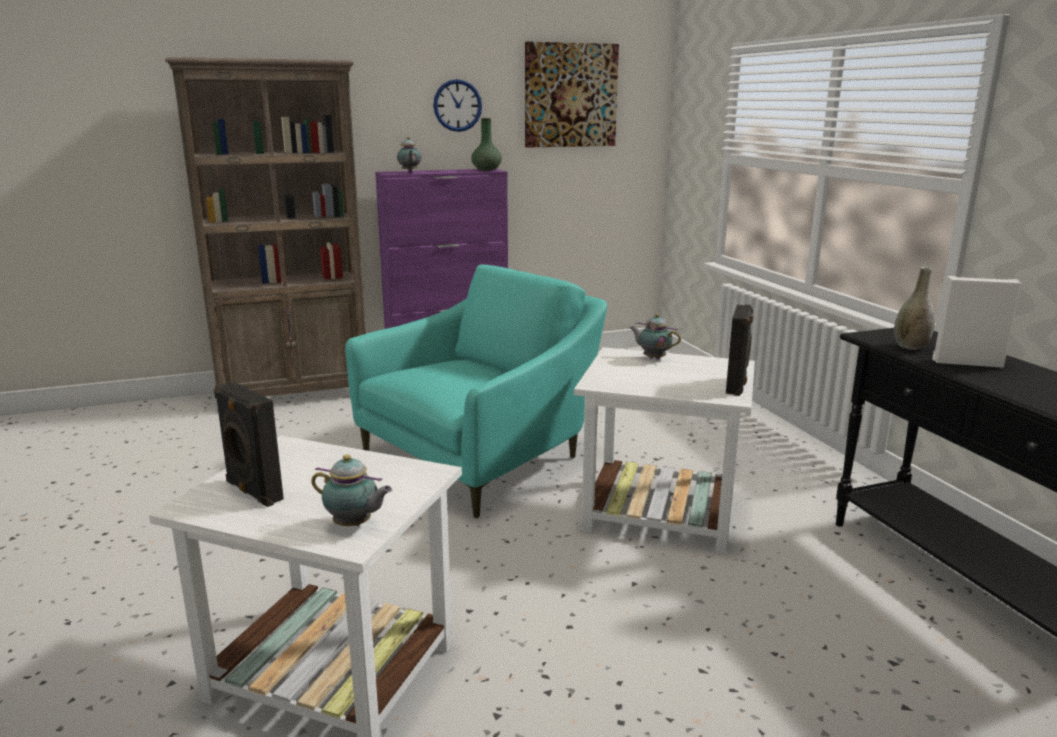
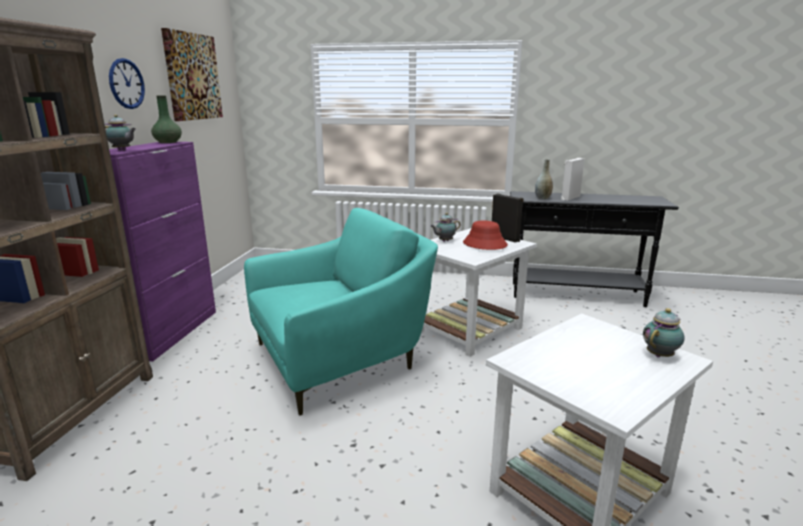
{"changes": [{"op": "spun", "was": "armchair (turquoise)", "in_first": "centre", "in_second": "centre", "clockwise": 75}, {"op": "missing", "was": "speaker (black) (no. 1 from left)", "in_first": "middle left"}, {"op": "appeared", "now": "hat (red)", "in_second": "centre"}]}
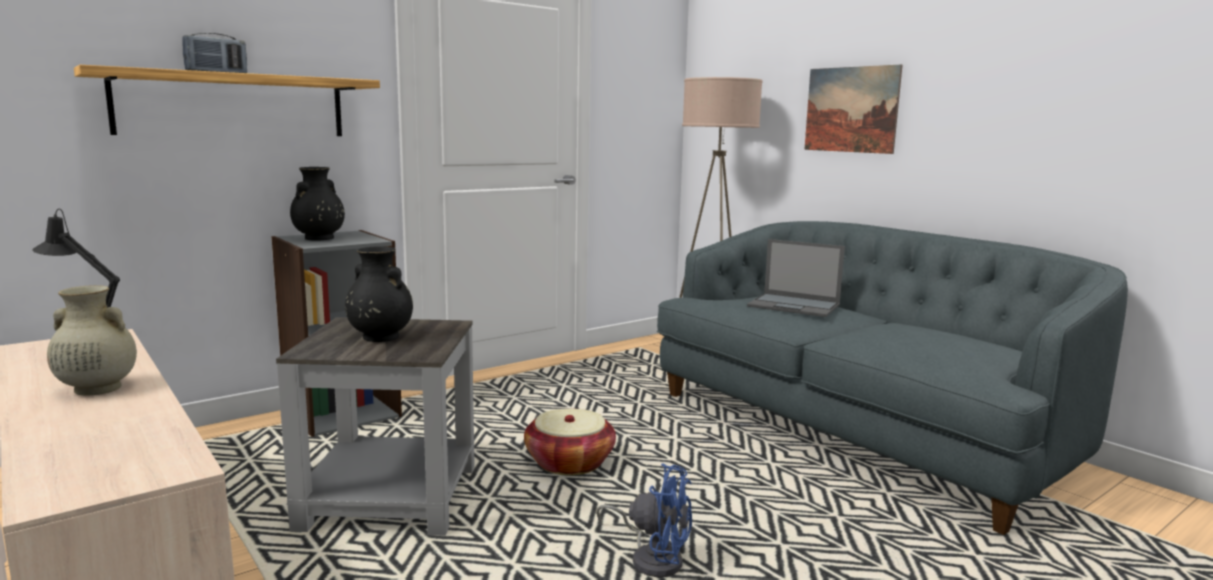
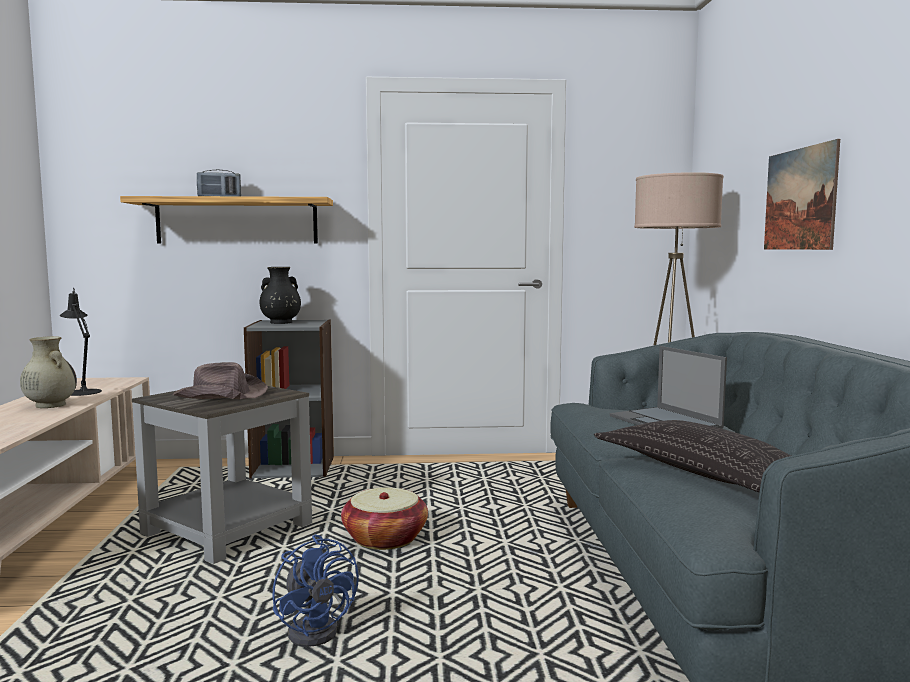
{"changes": [{"op": "exchanged", "was": "vase (black) (no. 2 from left)", "now": "hat (brown)", "in_first": "middle left", "in_second": "middle left"}, {"op": "appeared", "now": "pillow", "in_second": "bottom right"}]}
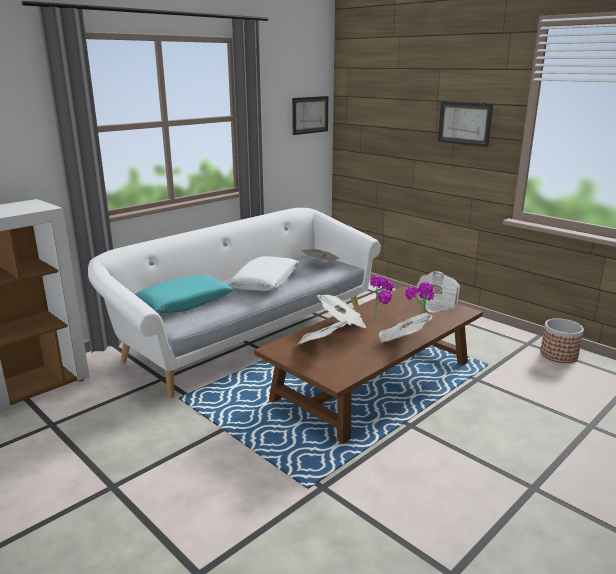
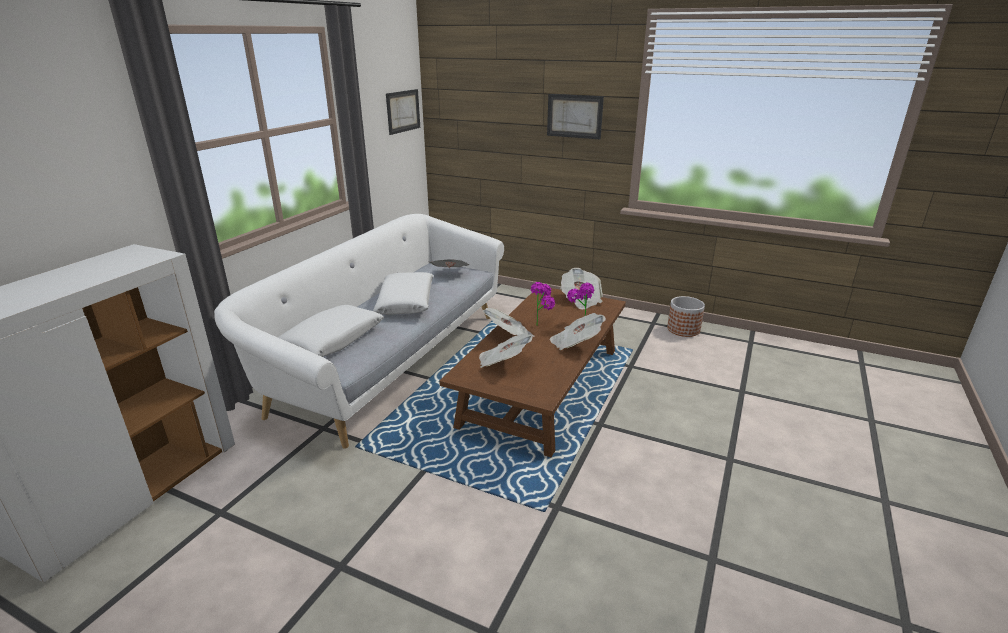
{"changes": [{"op": "colour", "was": "pillow (turquoise)", "now": "pillow (white) (no. 1 from left)", "in_first": "middle left", "in_second": "middle left"}]}
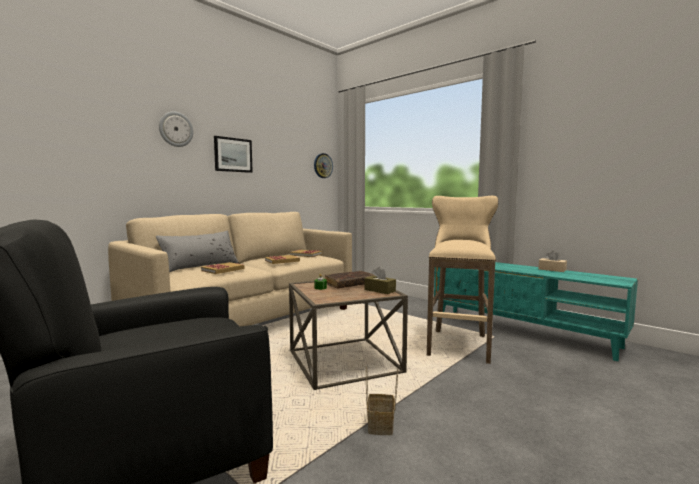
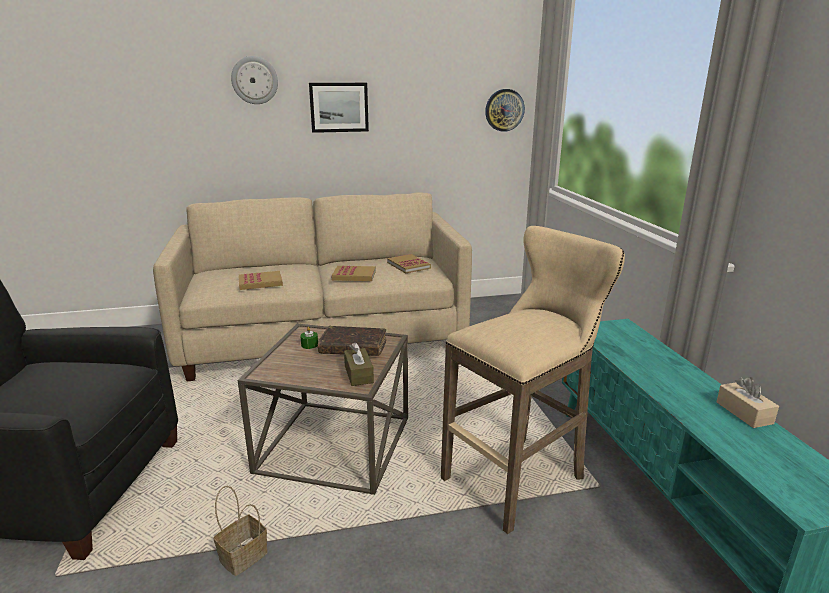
{"changes": [{"op": "missing", "was": "pillow (grey)", "in_first": "middle left"}]}
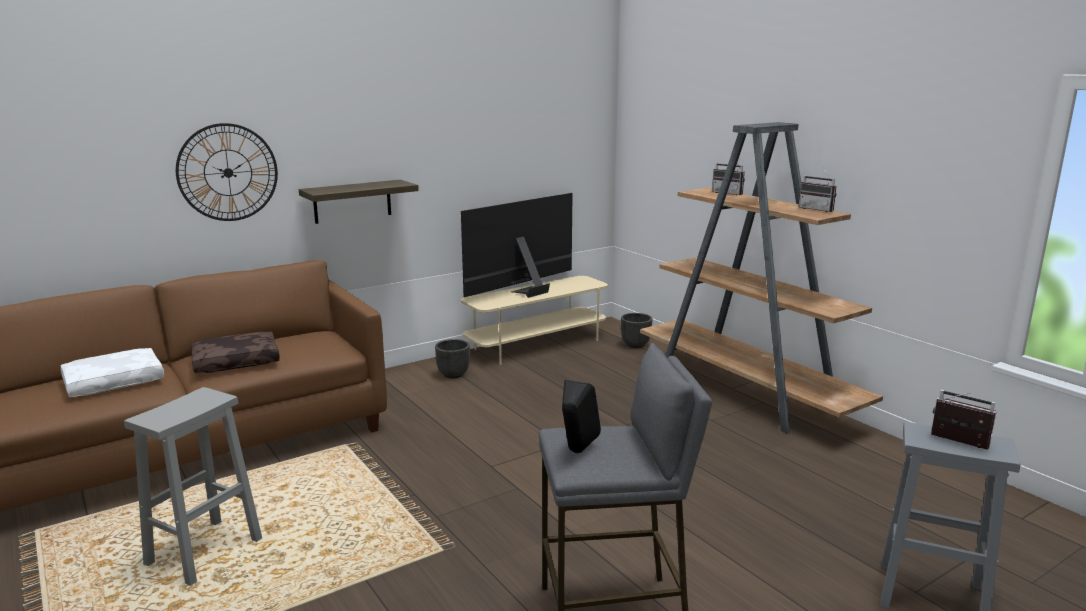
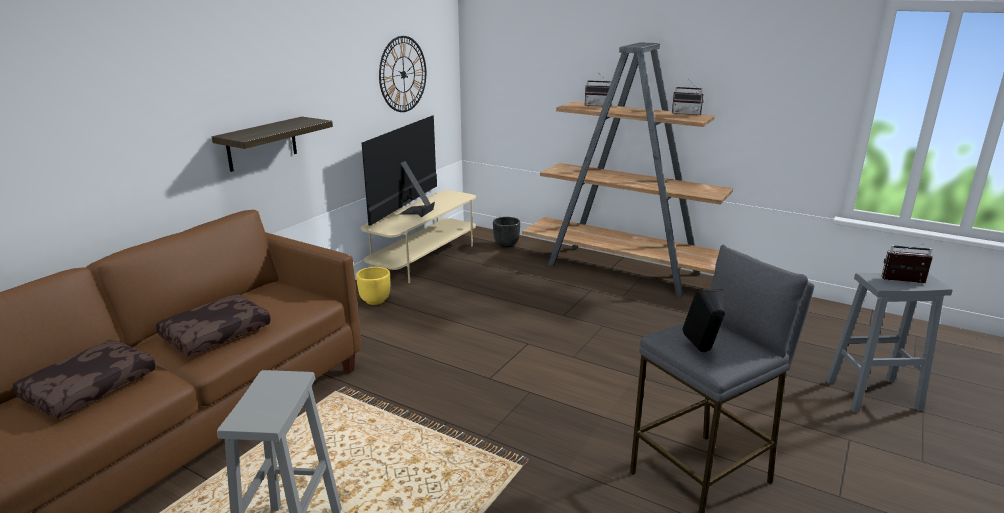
{"changes": [{"op": "relocated", "was": "wall clock", "in_first": "top left", "in_second": "top centre"}, {"op": "colour", "was": "planter (black) (no. 1 from left)", "now": "planter (yellow)", "in_first": "centre", "in_second": "centre"}, {"op": "colour", "was": "pillow (white)", "now": "pillow (brown) (no. 1 from left)", "in_first": "middle left", "in_second": "bottom left"}]}
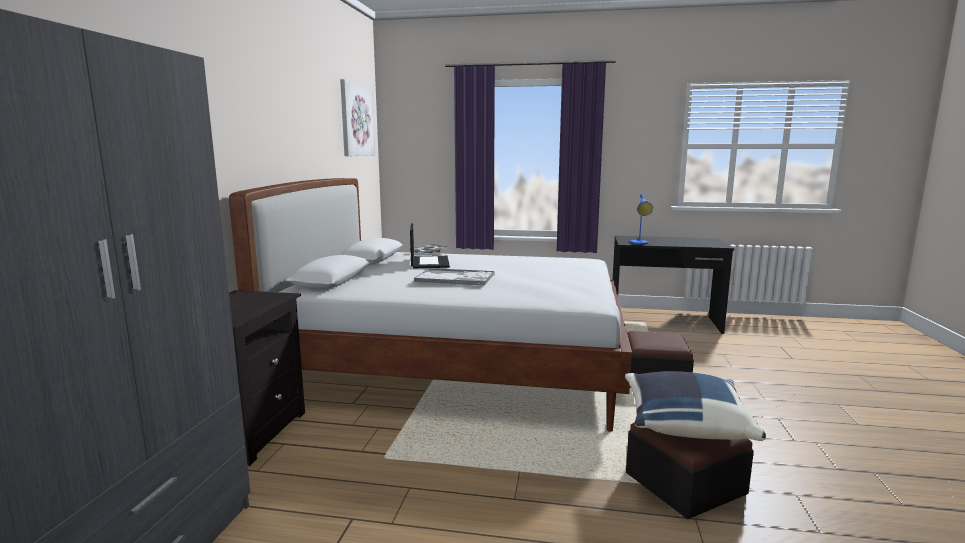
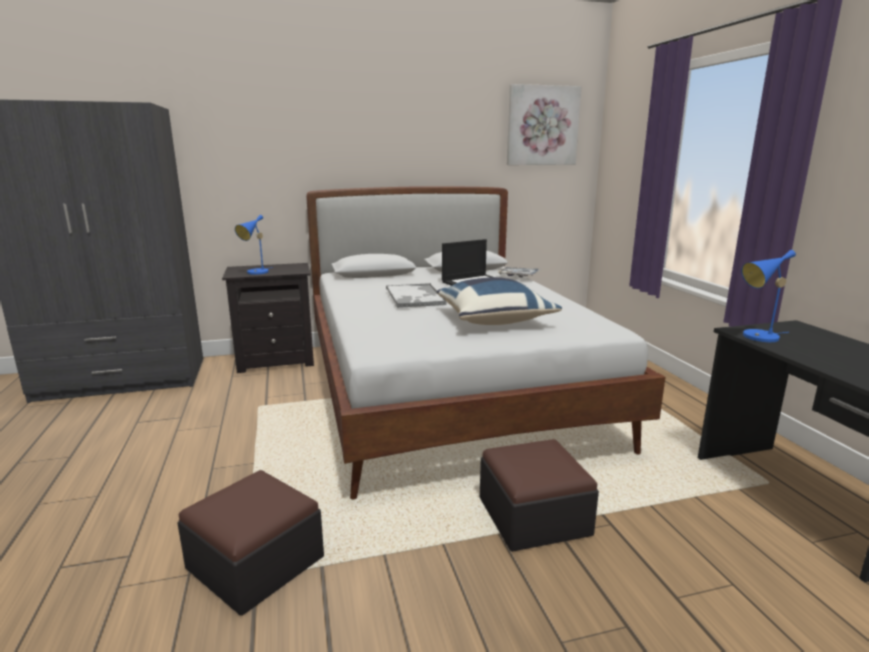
{"changes": [{"op": "relocated", "was": "pillow (blue)", "in_first": "bottom right", "in_second": "centre"}, {"op": "appeared", "now": "table lamp (blue) (no. 1 from left)", "in_second": "middle left"}]}
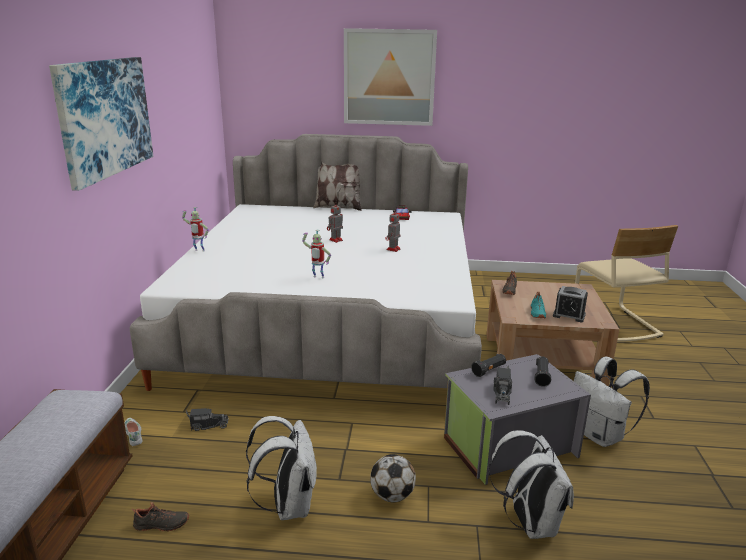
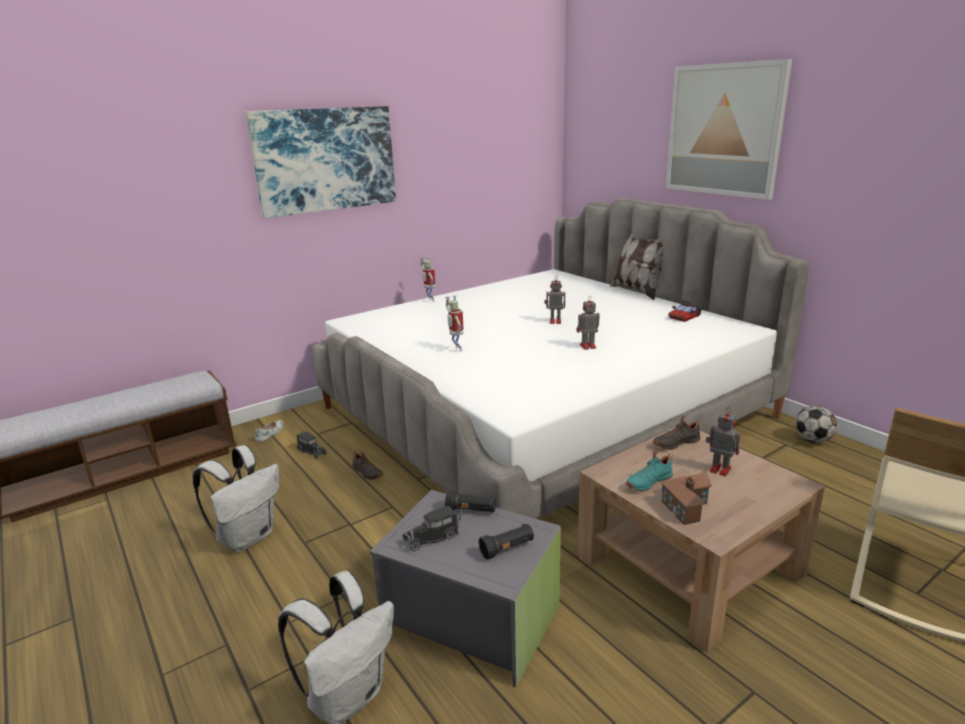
{"changes": [{"op": "exchanged", "was": "alarm clock", "now": "toy house", "in_first": "middle right", "in_second": "bottom right"}, {"op": "missing", "was": "backpack (white) (no. 3 from left)", "in_first": "bottom right"}, {"op": "relocated", "was": "football", "in_first": "bottom centre", "in_second": "middle right"}, {"op": "relocated", "was": "shoe (black) (no. 1 from left)", "in_first": "bottom left", "in_second": "centre"}, {"op": "appeared", "now": "toy robot (no. 5 from left)", "in_second": "middle right"}]}
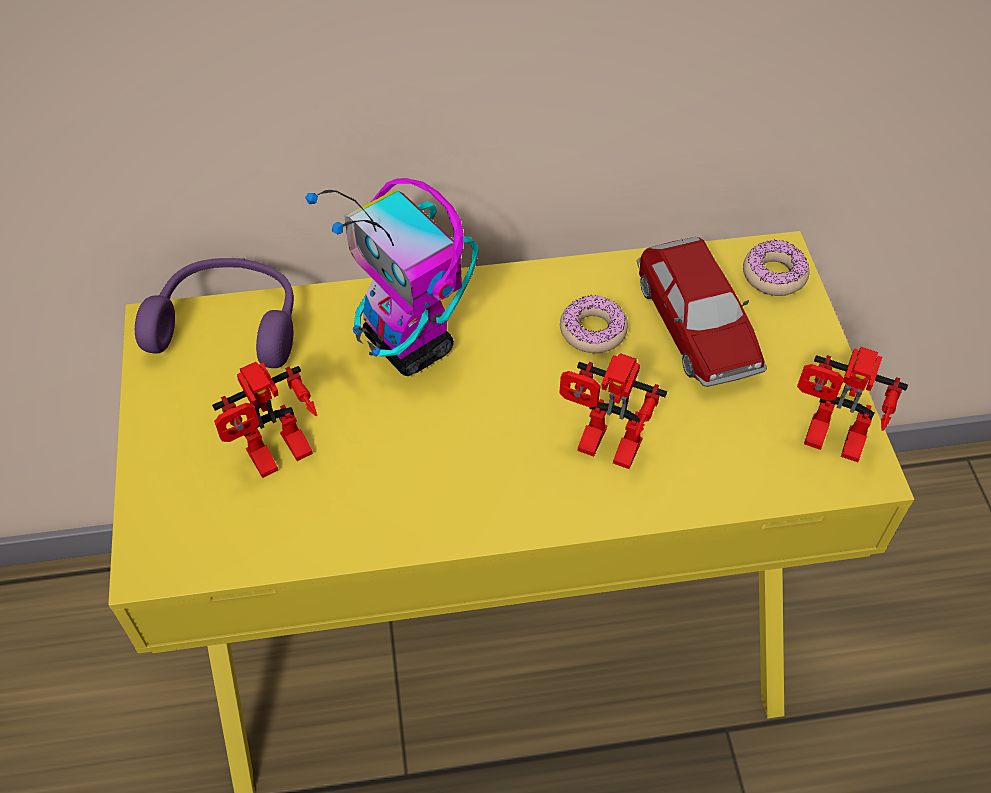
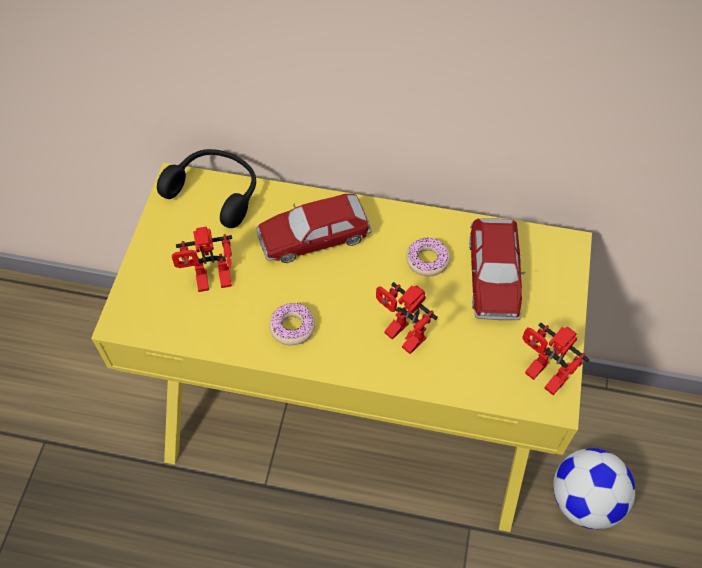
{"changes": [{"op": "exchanged", "was": "toy robot (no. 2 from left)", "now": "toy car (no. 1 from left)", "in_first": "centre", "in_second": "centre"}, {"op": "relocated", "was": "donut (no. 2 from left in the first image)", "now": "donut (no. 1 from left)", "in_first": "middle right", "in_second": "centre"}, {"op": "colour", "was": "headphones (purple)", "now": "headphones (black)", "in_first": "middle left", "in_second": "top left"}, {"op": "appeared", "now": "football", "in_second": "bottom right"}]}
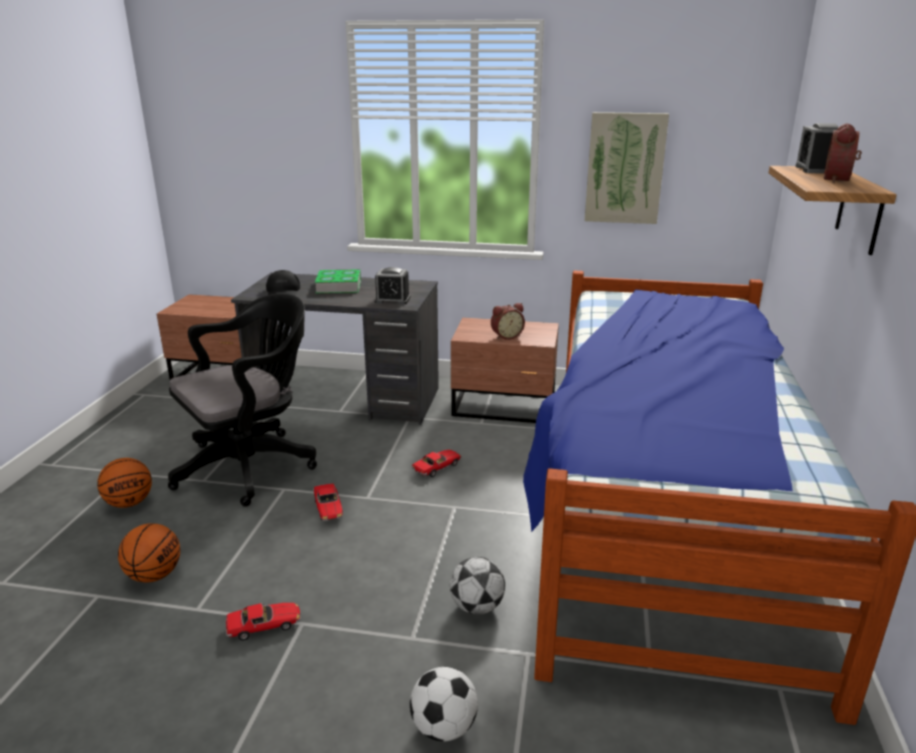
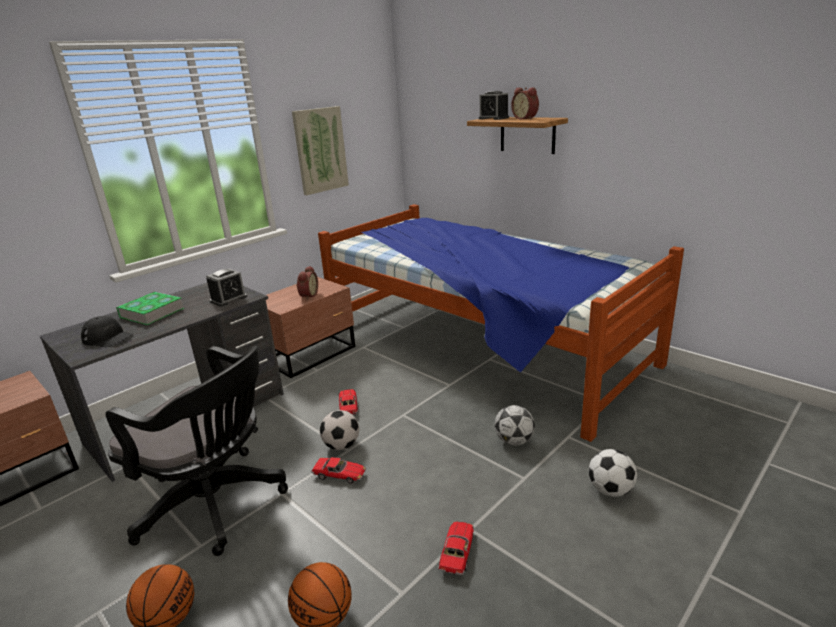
{"changes": [{"op": "spun", "was": "office chair (black)", "in_first": "middle left", "in_second": "bottom left", "clockwise": 120}, {"op": "appeared", "now": "football (no. 1 from left)", "in_second": "bottom centre"}]}
